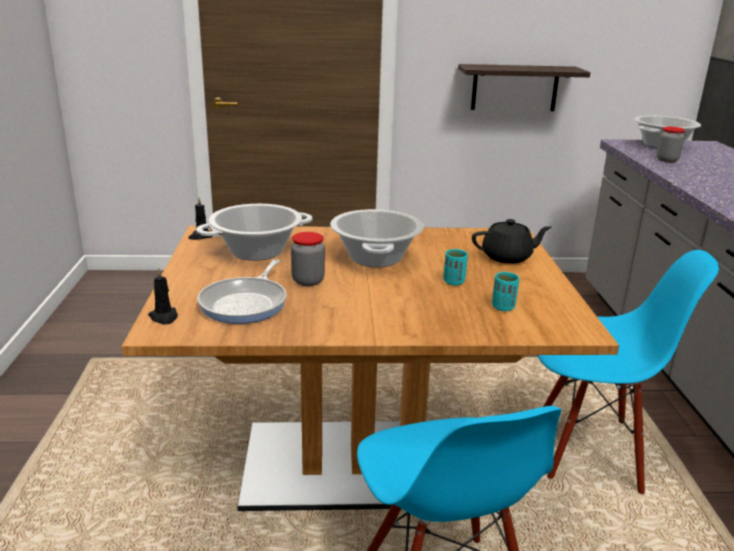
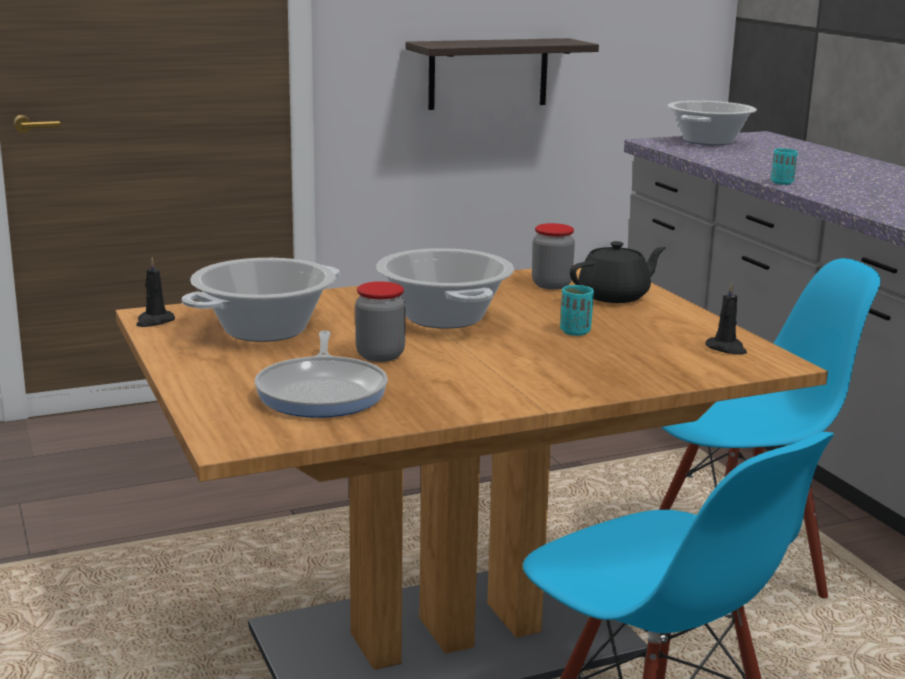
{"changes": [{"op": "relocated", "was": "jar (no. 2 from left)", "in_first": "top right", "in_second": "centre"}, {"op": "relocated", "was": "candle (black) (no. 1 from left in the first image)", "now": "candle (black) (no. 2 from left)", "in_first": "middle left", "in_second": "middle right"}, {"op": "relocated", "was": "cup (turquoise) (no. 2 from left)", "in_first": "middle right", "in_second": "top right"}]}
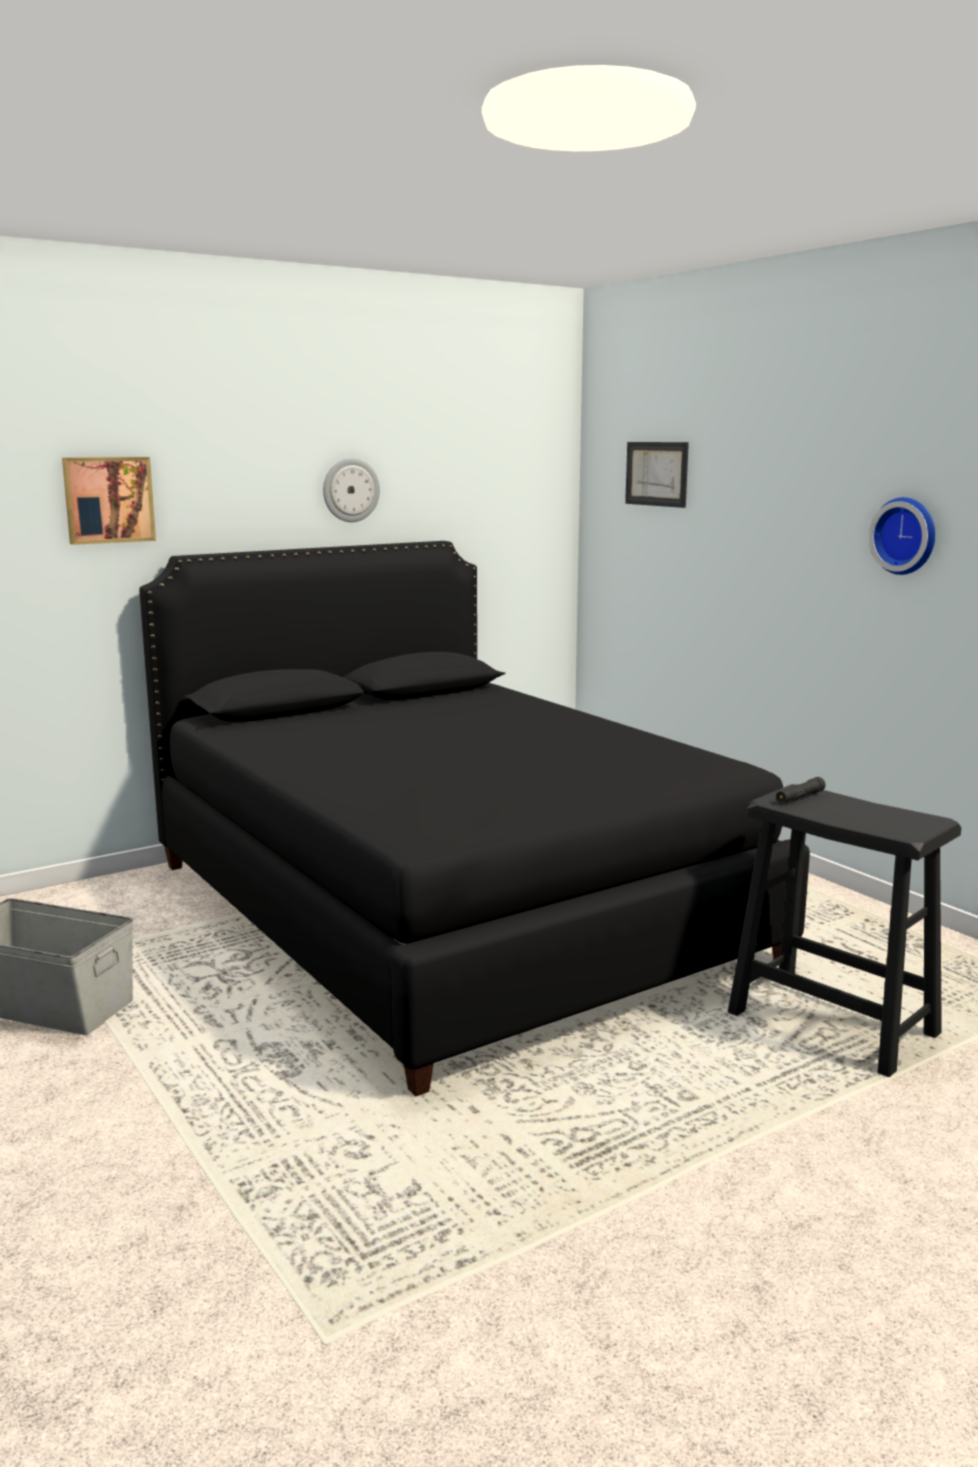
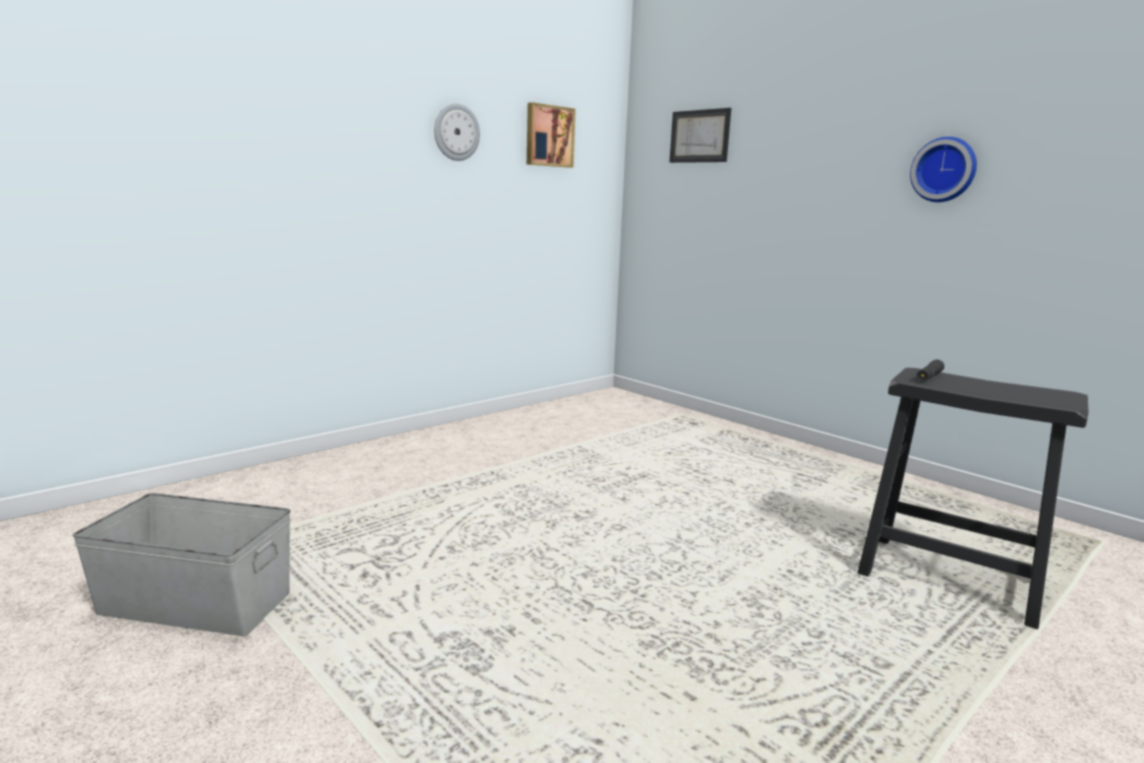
{"changes": [{"op": "relocated", "was": "picture (no. 1 from left)", "in_first": "middle left", "in_second": "top centre"}, {"op": "missing", "was": "bed (black)", "in_first": "centre"}]}
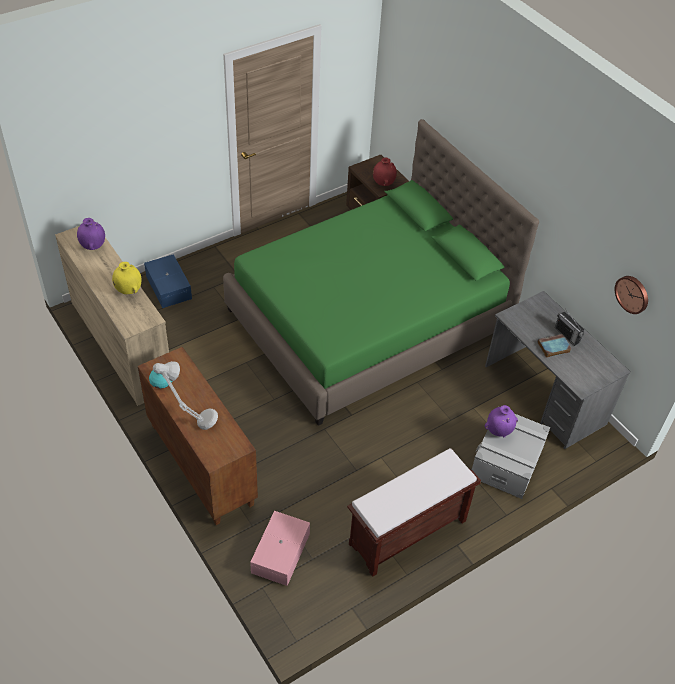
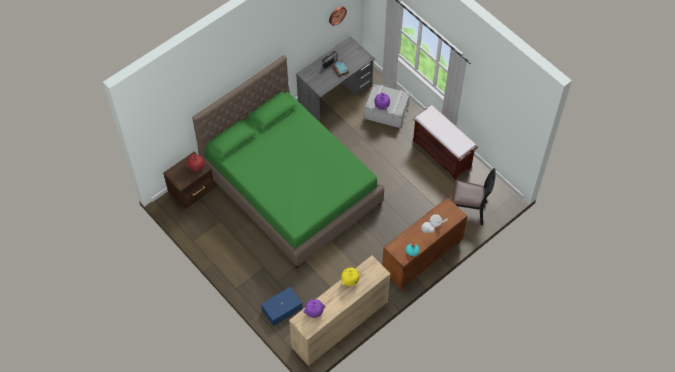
{"changes": [{"op": "exchanged", "was": "storage box (pink)", "now": "chair (black)", "in_first": "bottom centre", "in_second": "middle right"}]}
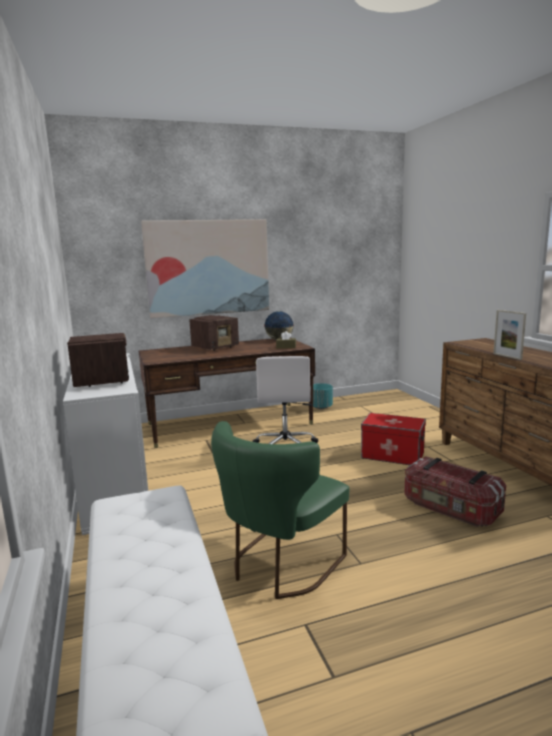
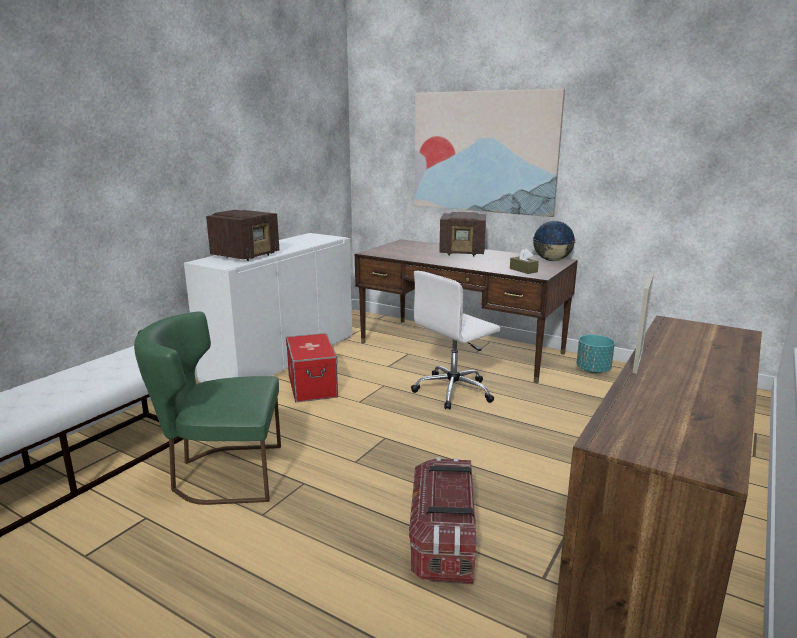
{"changes": [{"op": "relocated", "was": "storage box (no. 1 from left)", "in_first": "middle right", "in_second": "centre"}]}
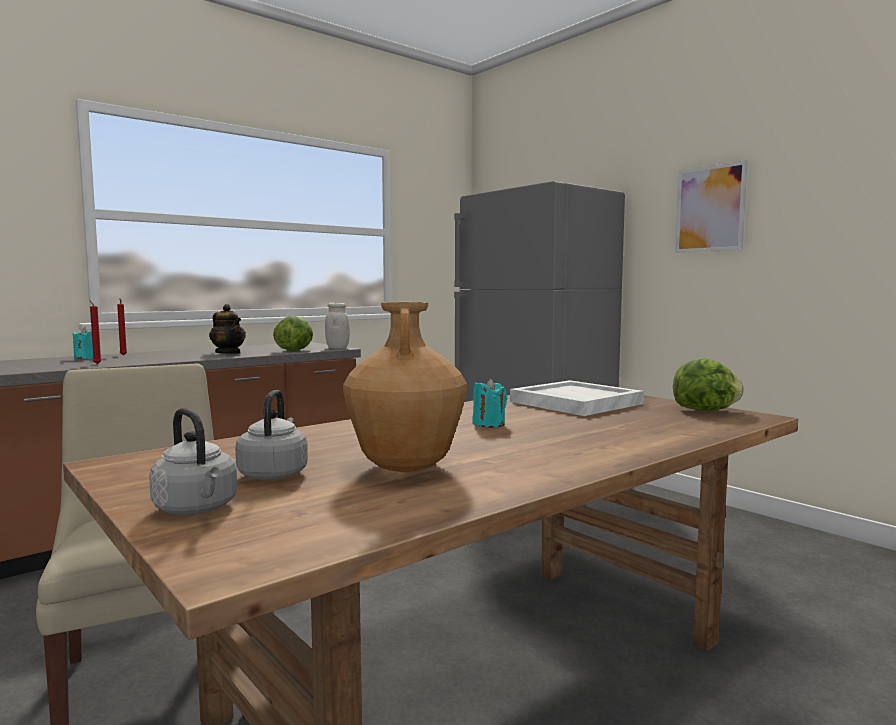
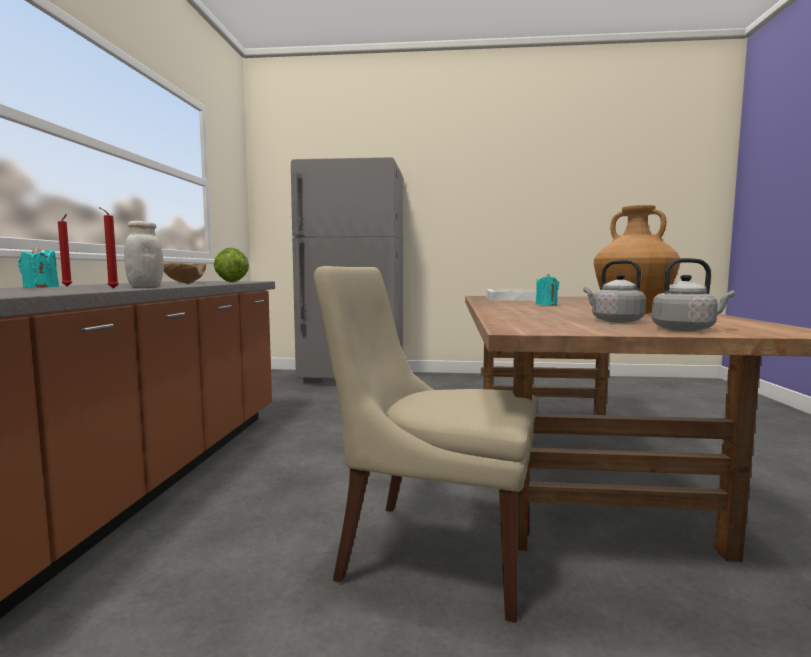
{"changes": [{"op": "missing", "was": "picture", "in_first": "top right"}, {"op": "relocated", "was": "jar (white)", "in_first": "centre", "in_second": "middle left"}, {"op": "exchanged", "was": "teapot", "now": "bowl (brown)", "in_first": "middle left", "in_second": "middle left"}, {"op": "missing", "was": "lettuce (no. 2 from left)", "in_first": "middle right"}]}
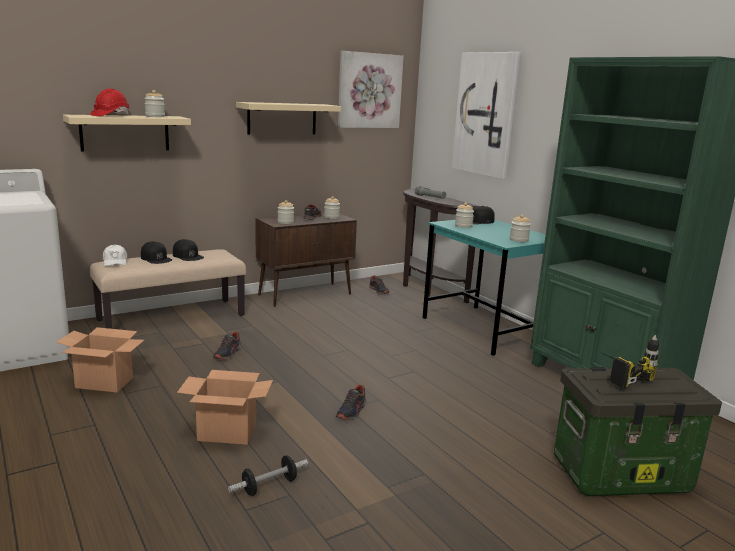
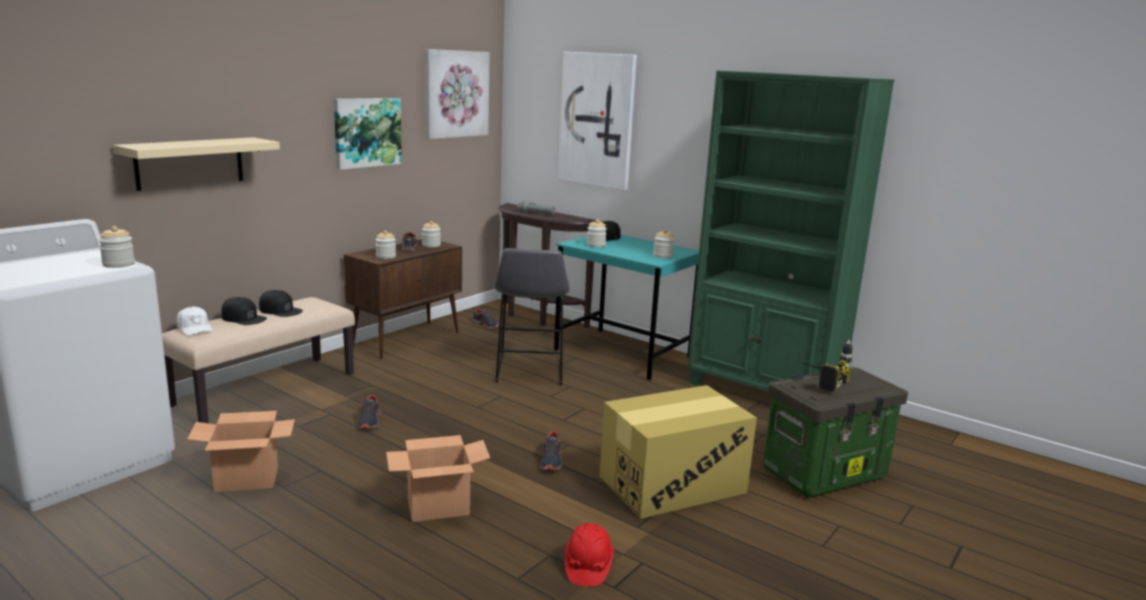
{"changes": [{"op": "relocated", "was": "hard hat (red)", "in_first": "top left", "in_second": "bottom centre"}, {"op": "relocated", "was": "jar (no. 1 from left)", "in_first": "top left", "in_second": "middle left"}, {"op": "exchanged", "was": "shelf (beige) (no. 2 from left)", "now": "picture (no. 1 from left)", "in_first": "top centre", "in_second": "top left"}, {"op": "missing", "was": "dumbbell", "in_first": "bottom centre"}, {"op": "appeared", "now": "stool (grey)", "in_second": "centre"}, {"op": "appeared", "now": "cardboard box (no. 3 from left)", "in_second": "bottom centre"}]}
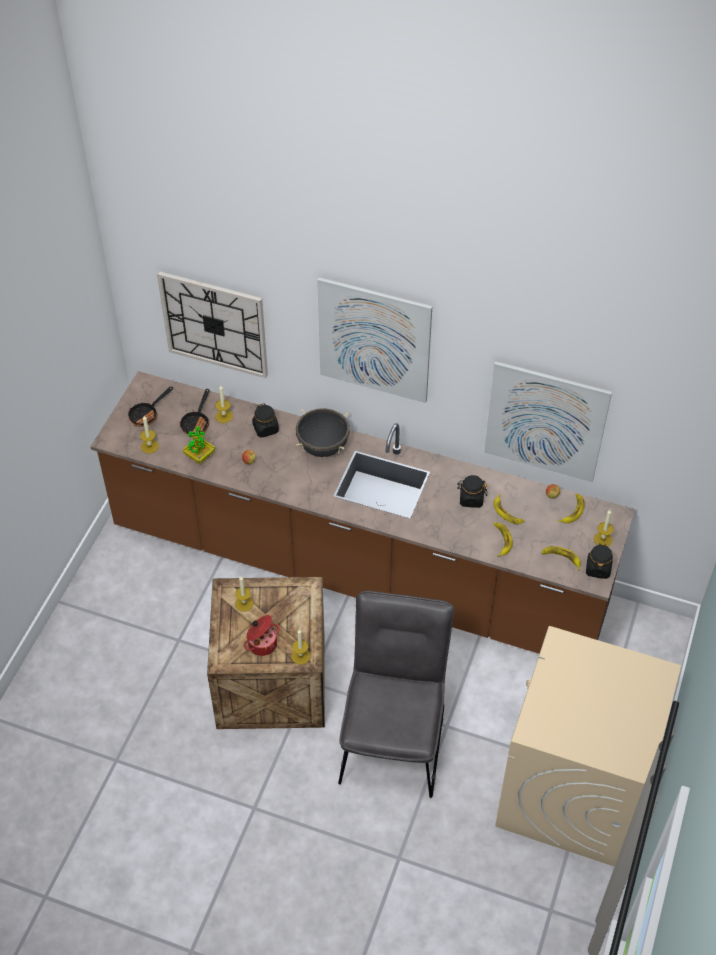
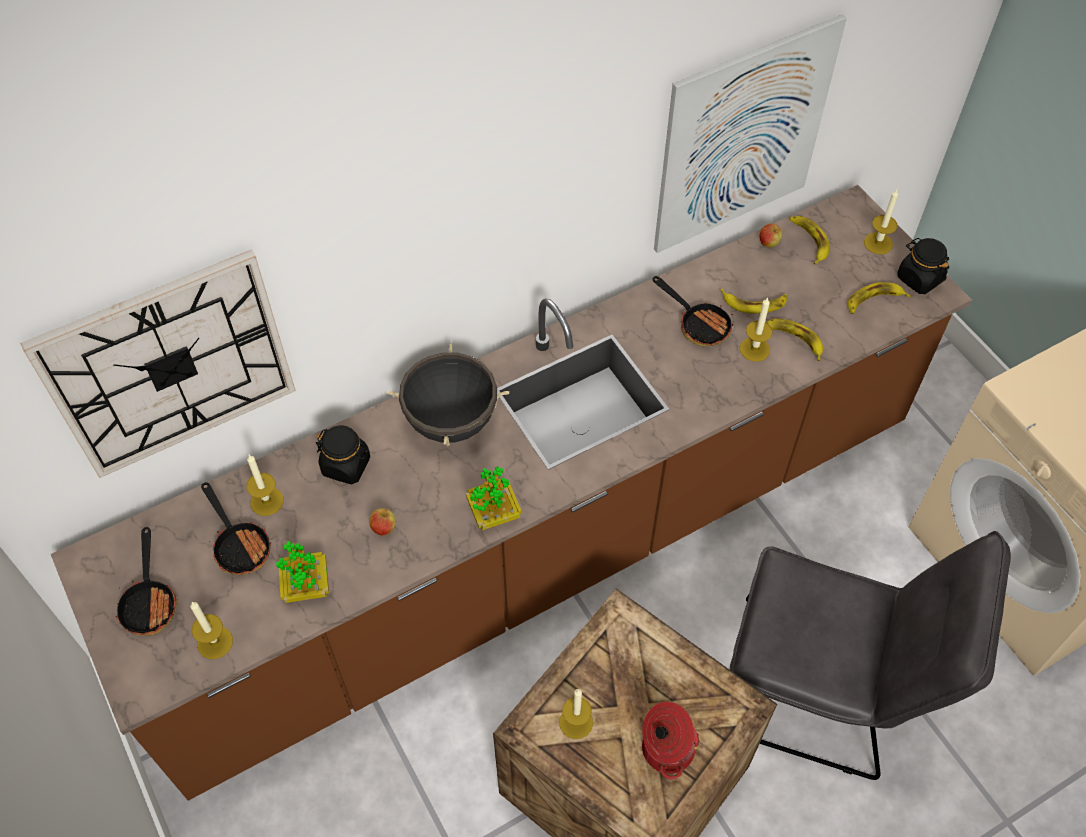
{"changes": [{"op": "missing", "was": "picture (no. 1 from left)", "in_first": "centre"}, {"op": "exchanged", "was": "jar (black) (no. 2 from left)", "now": "frying pan (no. 3 from left)", "in_first": "centre", "in_second": "centre"}, {"op": "spun", "was": "chair (grey)", "in_first": "bottom centre", "in_second": "bottom right", "clockwise": 150}, {"op": "relocated", "was": "candle (no. 4 from left)", "in_first": "bottom centre", "in_second": "middle right"}, {"op": "appeared", "now": "potted plant (no. 2 from left)", "in_second": "centre"}]}
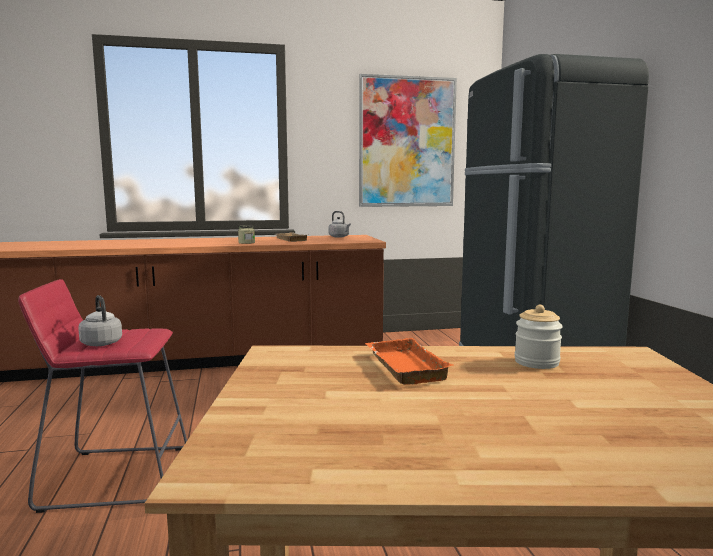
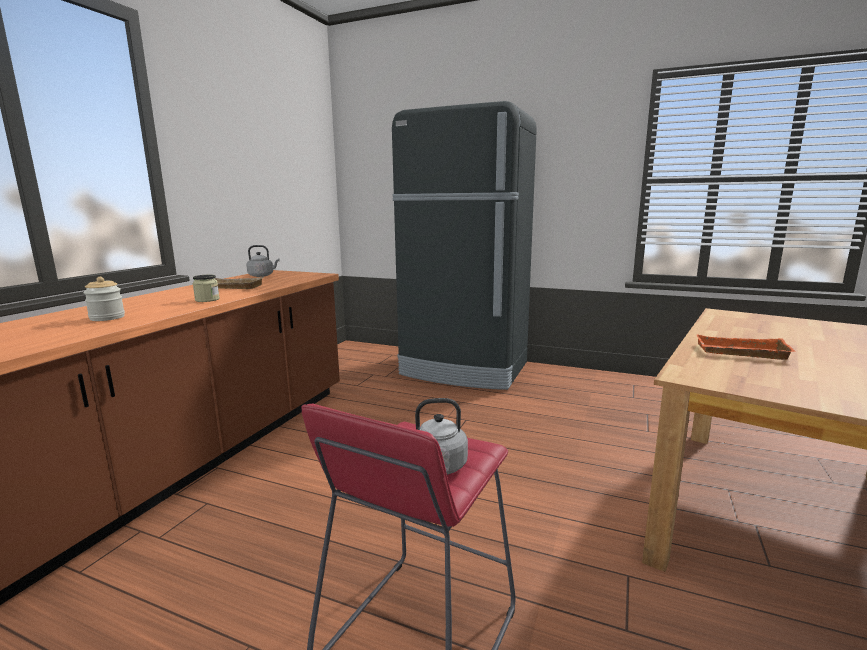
{"changes": [{"op": "missing", "was": "picture", "in_first": "top centre"}, {"op": "relocated", "was": "jar (no. 2 from left in the first image)", "now": "jar (no. 1 from left)", "in_first": "middle right", "in_second": "middle left"}]}
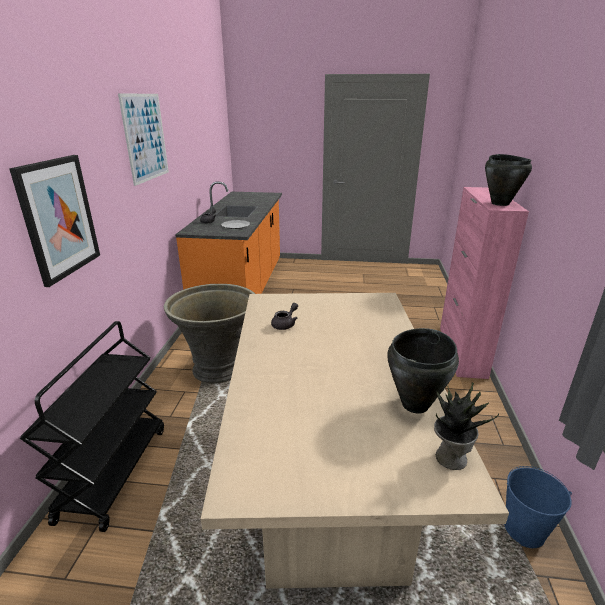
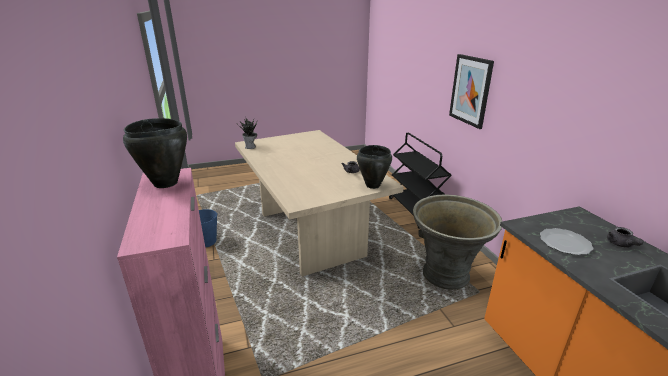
{"changes": [{"op": "missing", "was": "picture (no. 2 from left)", "in_first": "top left"}, {"op": "relocated", "was": "cooking pot (black) (no. 1 from left in the first image)", "now": "cooking pot (black) (no. 2 from left)", "in_first": "middle right", "in_second": "centre"}]}
